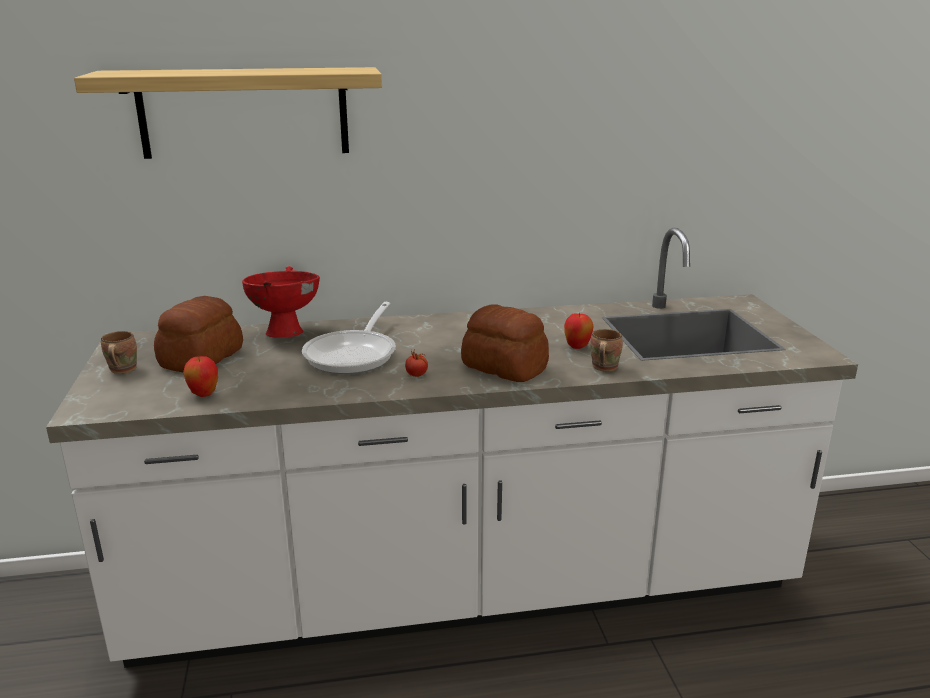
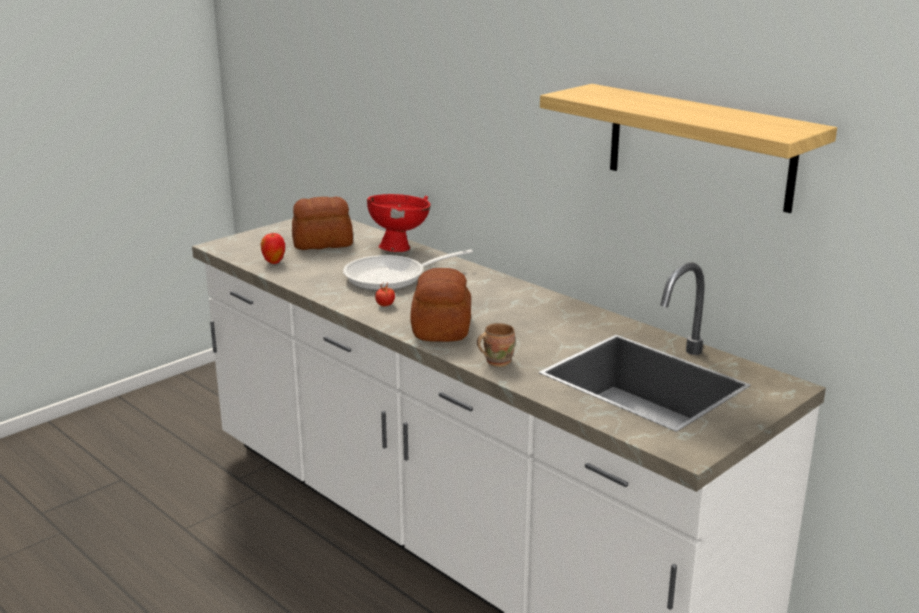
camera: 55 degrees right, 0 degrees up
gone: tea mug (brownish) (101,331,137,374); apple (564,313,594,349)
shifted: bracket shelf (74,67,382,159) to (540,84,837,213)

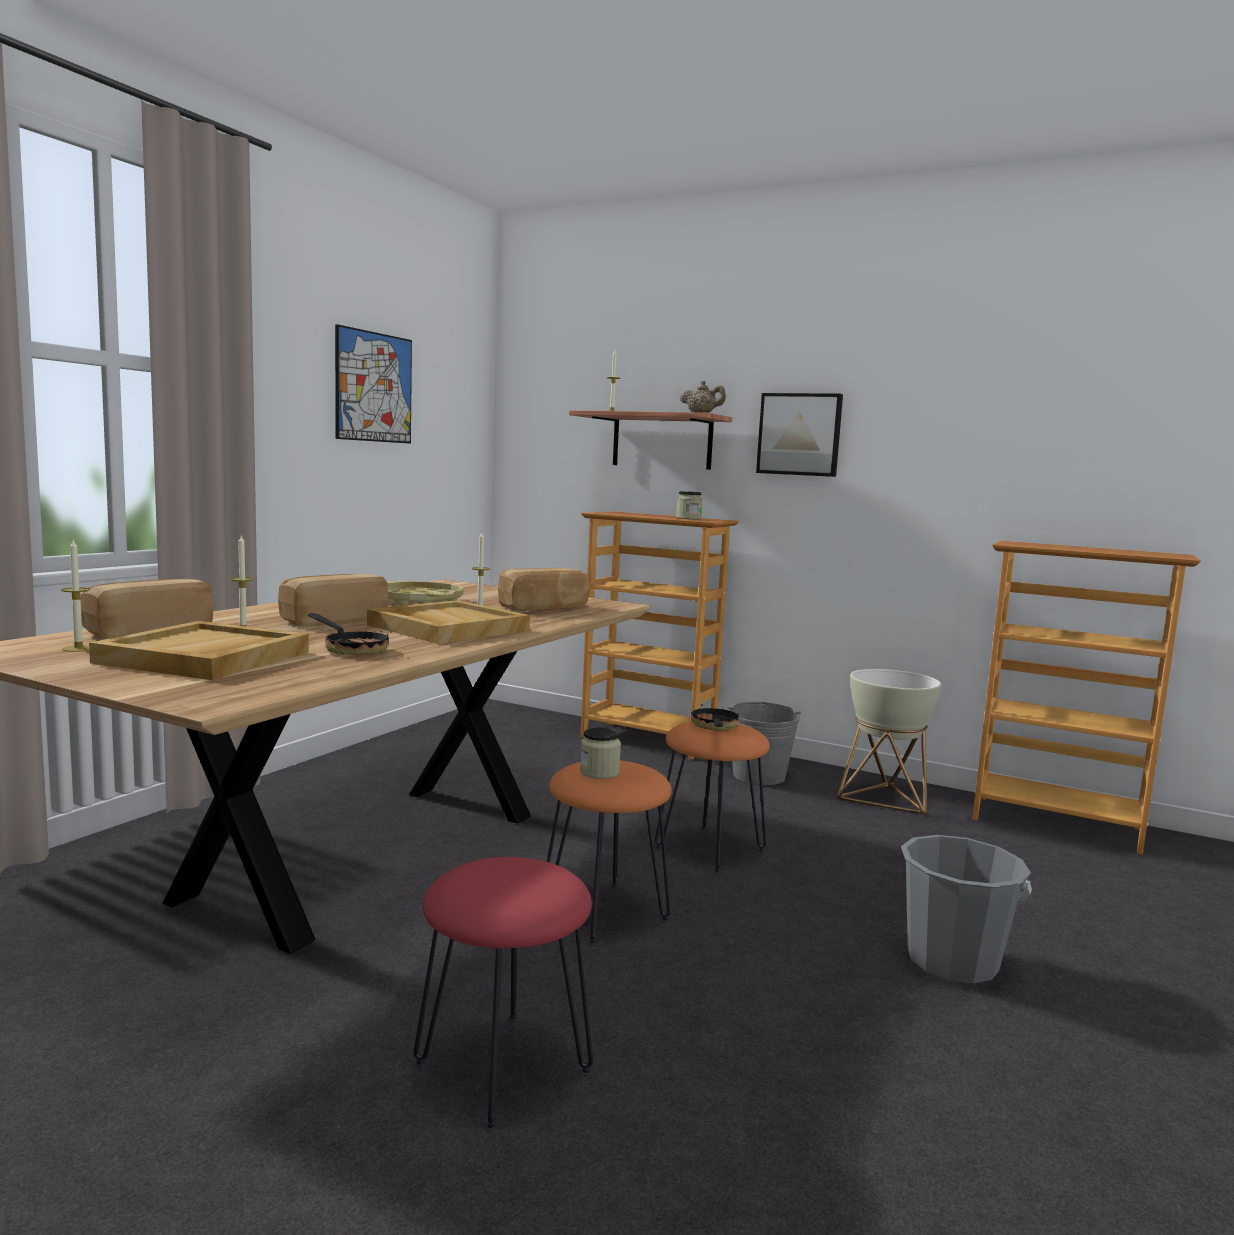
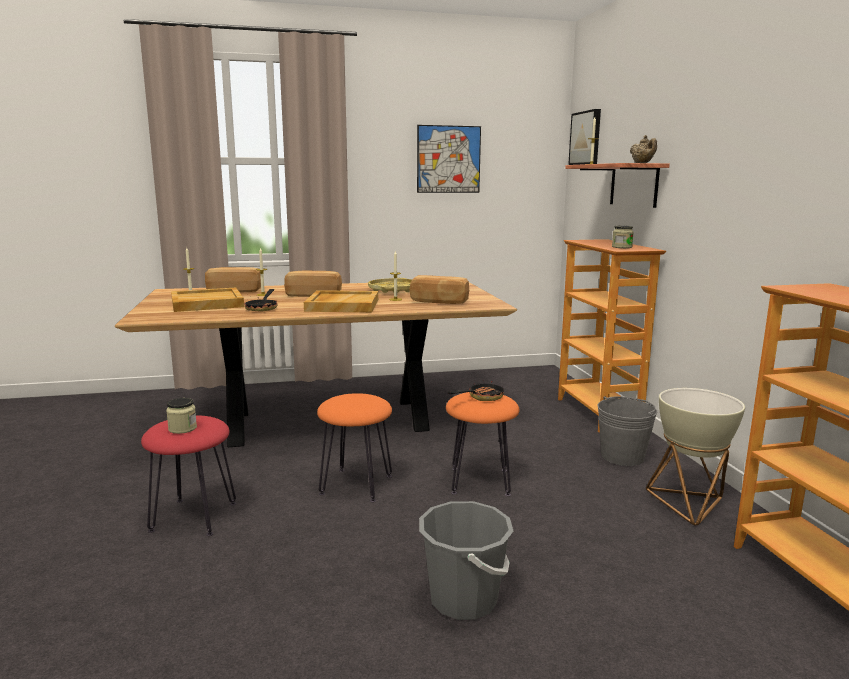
camera: 50 degrees right, 5 degrees up
shifted: storage jar (580,727,621,779) to (166,398,197,434); wall art (756,393,843,477) to (568,109,601,165)

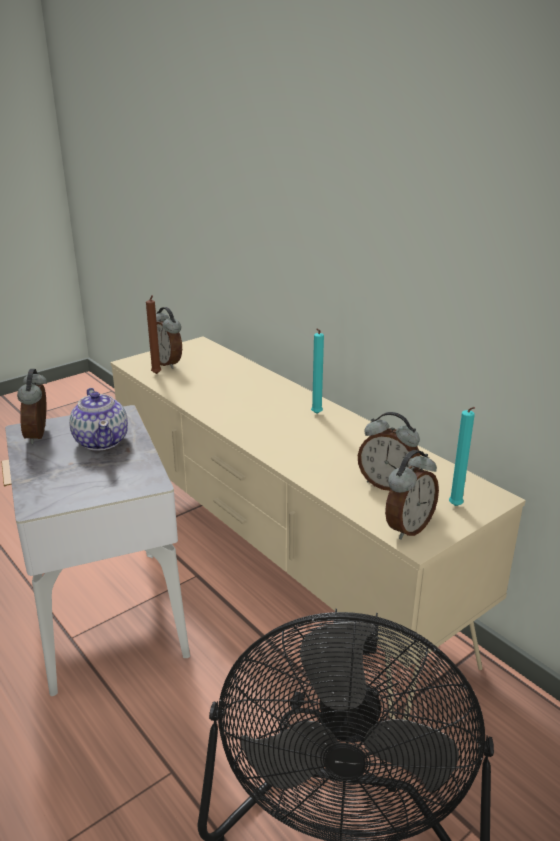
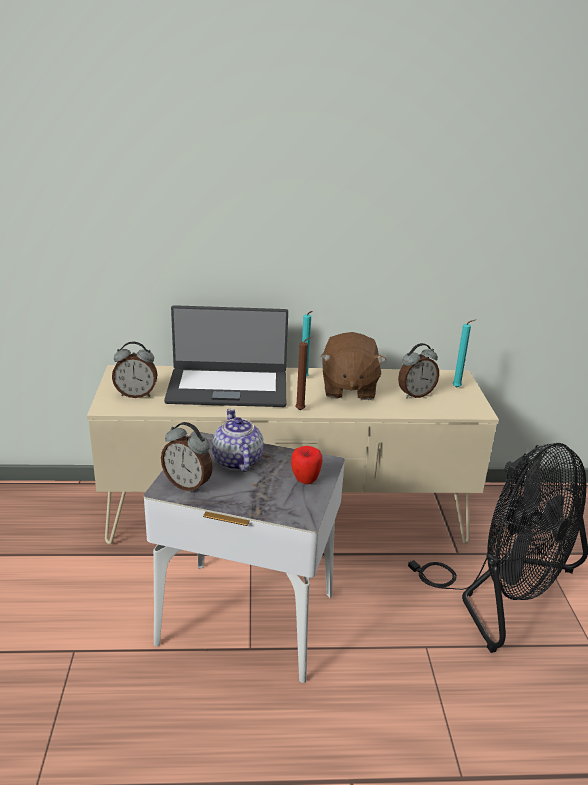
camera: 55 degrees left, 0 degrees up
gone: bedside clock (385,450,439,540)
new: notebook computer (164,305,288,407); apple (291,446,322,484); plush toy (brownish) (321,332,386,400)
shifted: candle (brownish) (146,295,162,374) to (295,337,313,410)
rotated: tea pot (69,388,128,451) = (212,409,264,472) 120 degrees counterclockwise

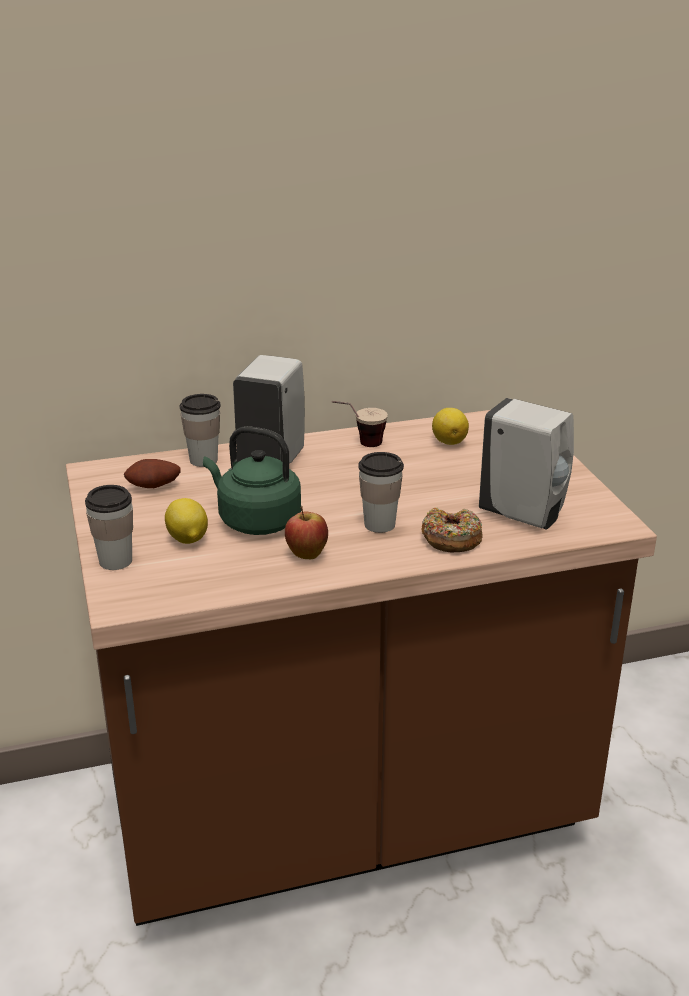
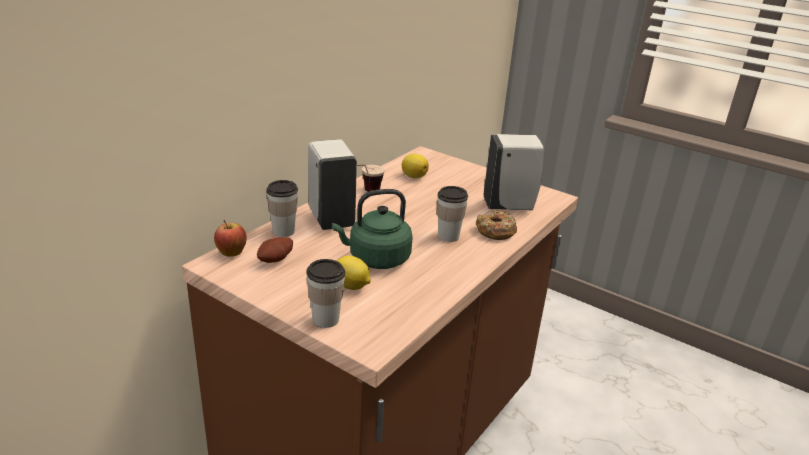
camera: 40 degrees left, 0 degrees up
shifted: apple (285,506,328,559) to (214,220,247,257)

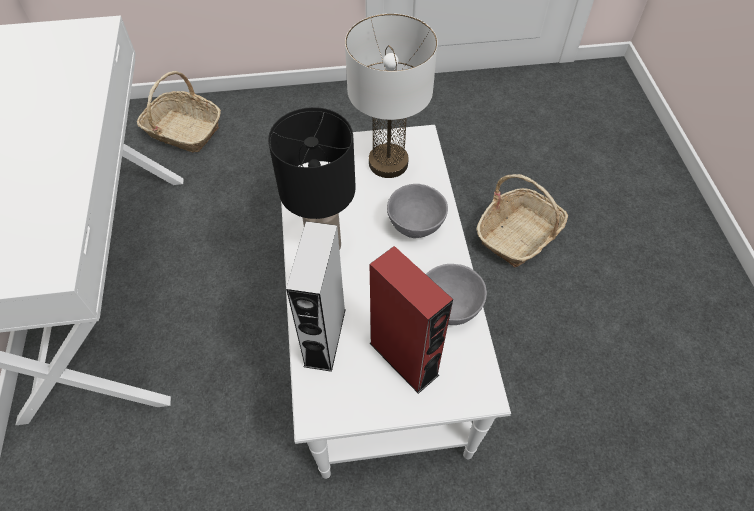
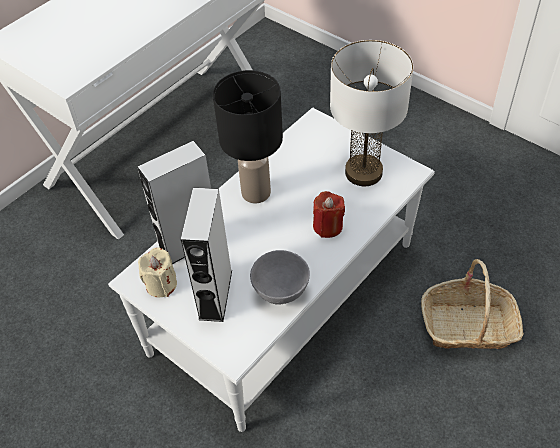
camera: 50 degrees right, 5 degrees down
gone: household basket (137,71,221,152)
new: candle (beige) (138,247,177,297)
swapped: bowl (greyish) (387,184,448,238) to candle (reddish) (313,191,345,238)
repainted: audio speaker (reddish) (369,246,453,394) to audio speaker (greyish) (181,188,232,322)

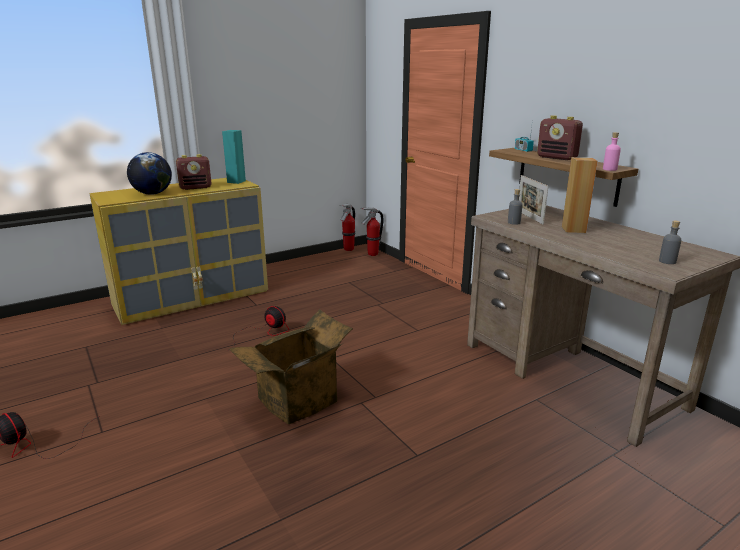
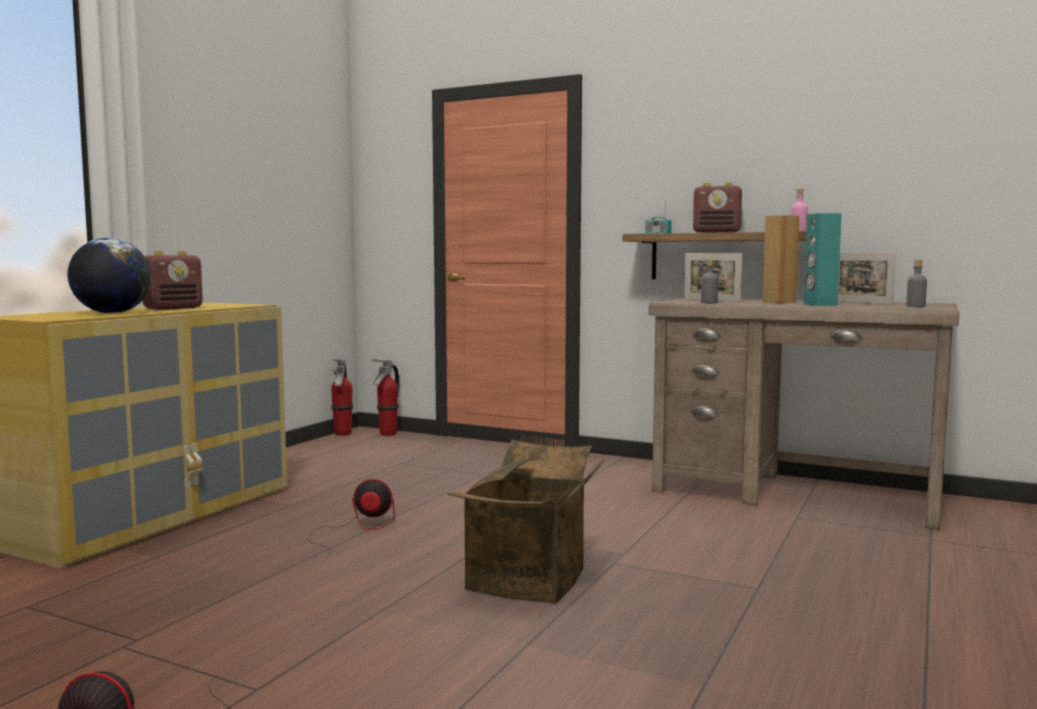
camera: 30 degrees left, 15 degrees down
new: photo frame (838,253,896,305)
shifted: audio speaker (blue-green) (222,130,246,184) to (804,213,842,306)

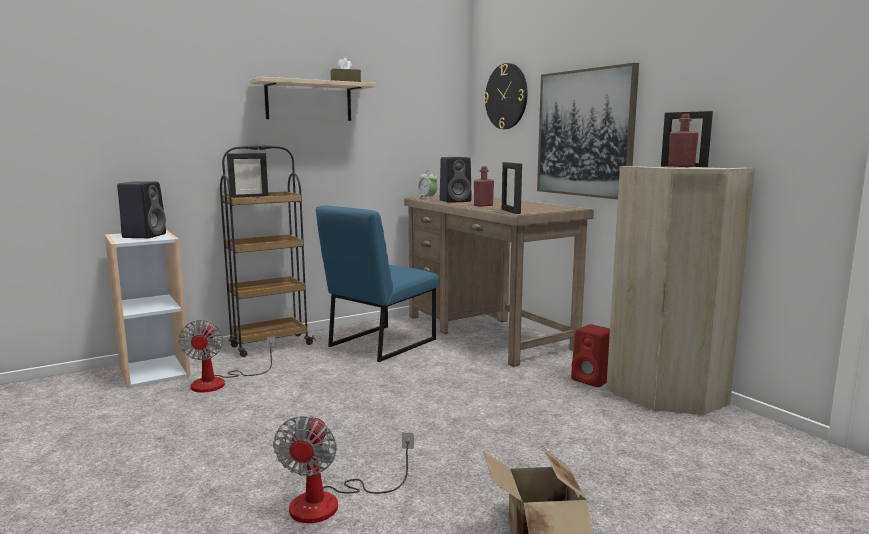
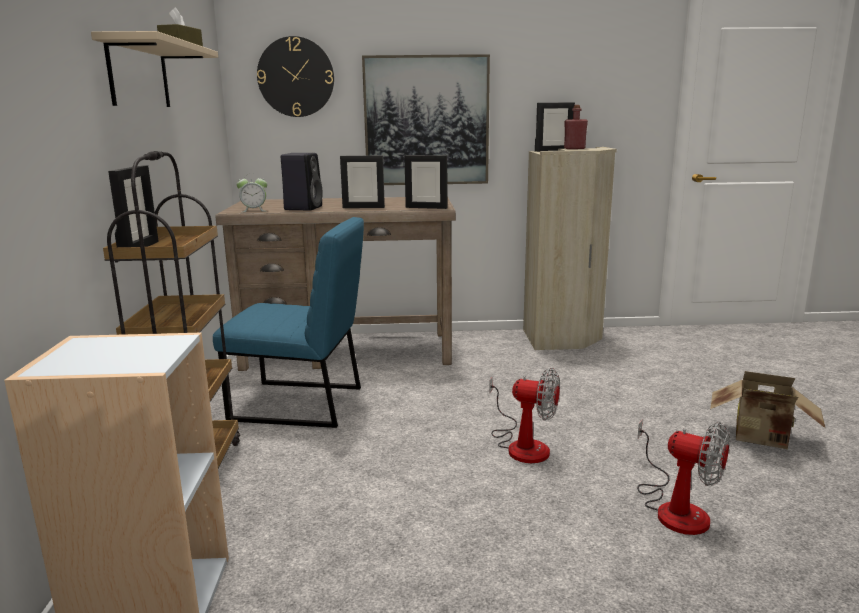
camera: 60 degrees left, 5 degrees up
gone: audio speaker (black-coloured) (117,181,166,238); audio speaker (reddish) (571,324,610,387)
shifted: fan (179,320,275,393) to (489,368,560,463)
swapped: bottle (reddish) (474,166,494,207) to photo frame (340,155,385,208)
rotated: plain chair (blue-coloured) (316,206,439,362) = (213,217,364,428) 60 degrees counterclockwise

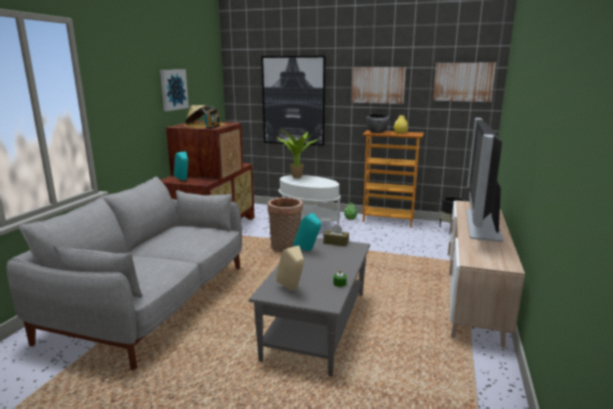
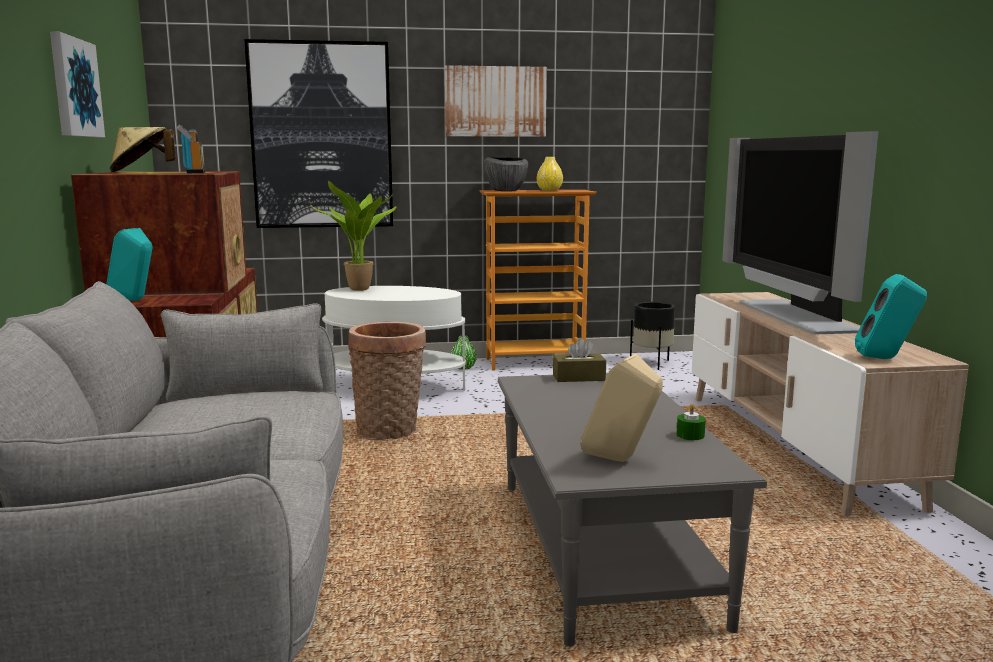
camera: 25 degrees left, 5 degrees down
gone: wall art (433,63,496,102)
shifted: audio speaker (blue-green) (293,213,322,251) to (855,274,927,359)

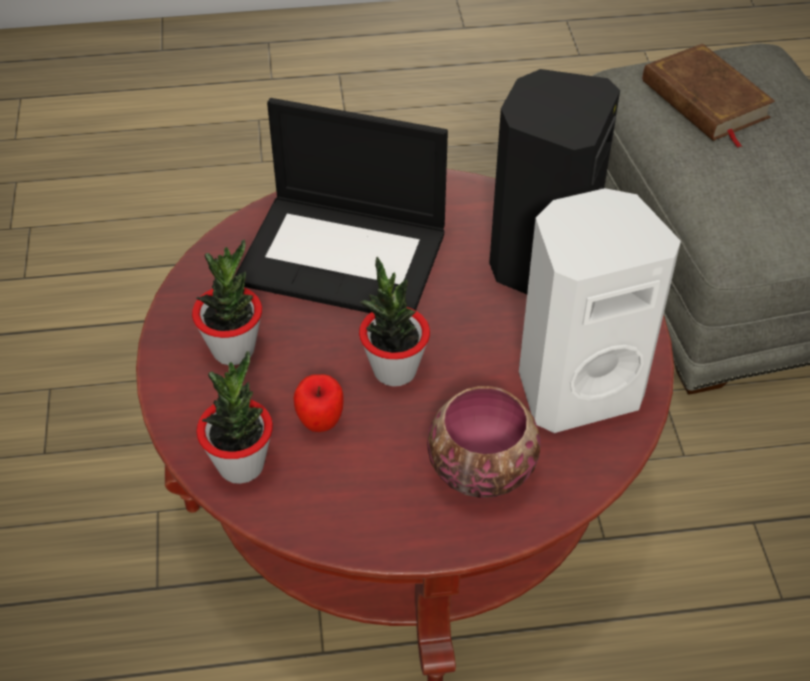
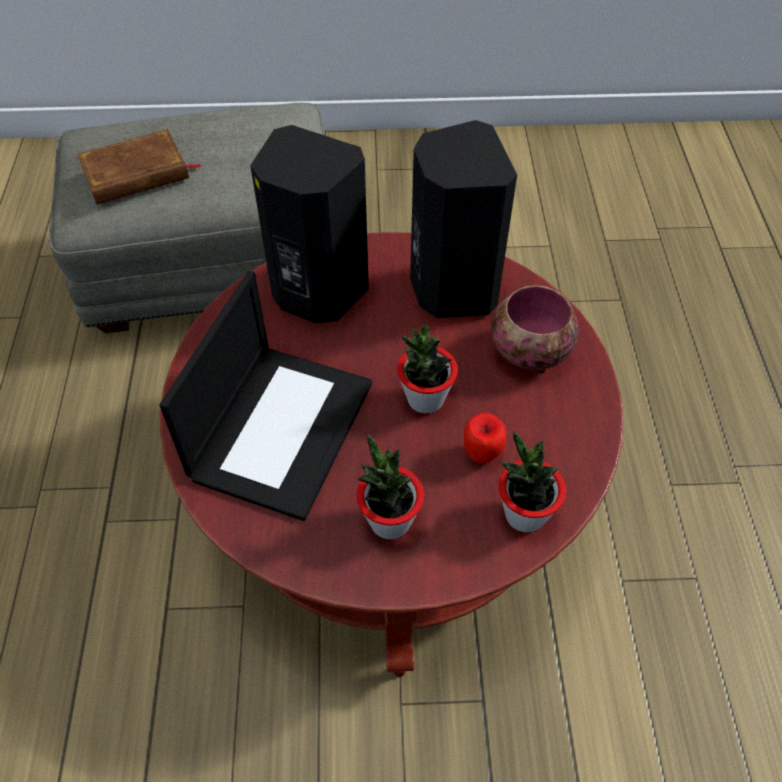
camera: 85 degrees left, 5 degrees up
repainted: audio speaker (white-coloured) (519,188,681,433) to audio speaker (black-coloured) (410,120,517,318)

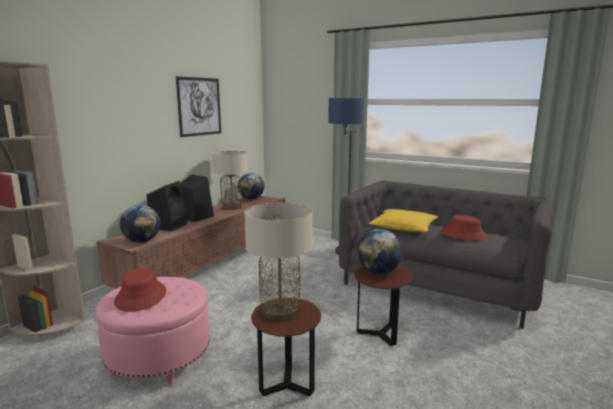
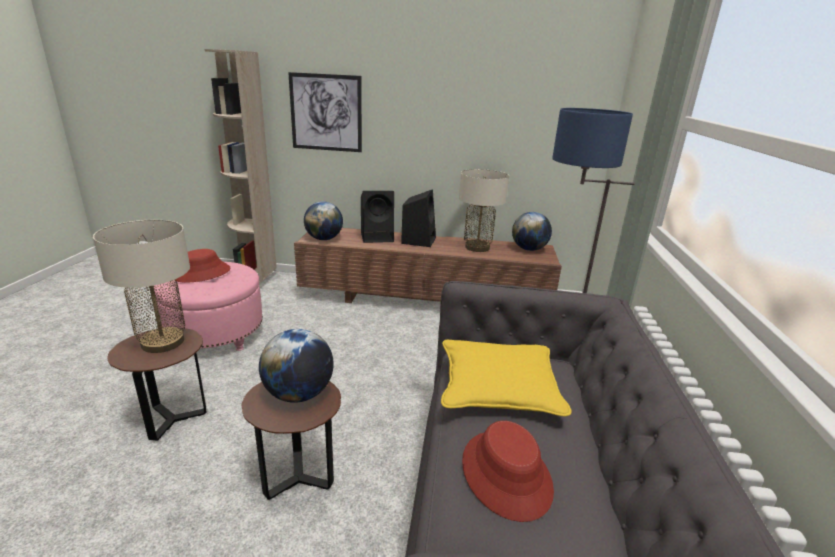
camera: 65 degrees right, 10 degrees up
shifted: wall art (176,76,221,137) to (288,72,362,152)

